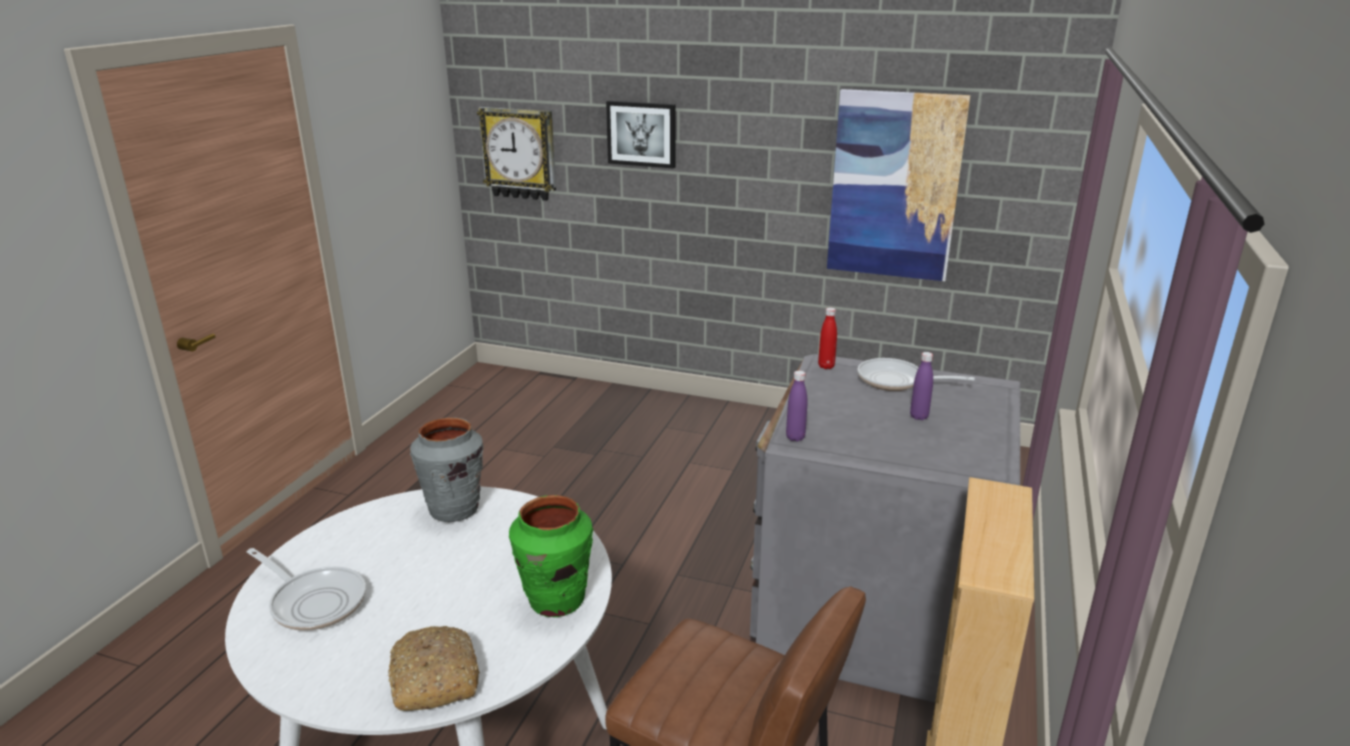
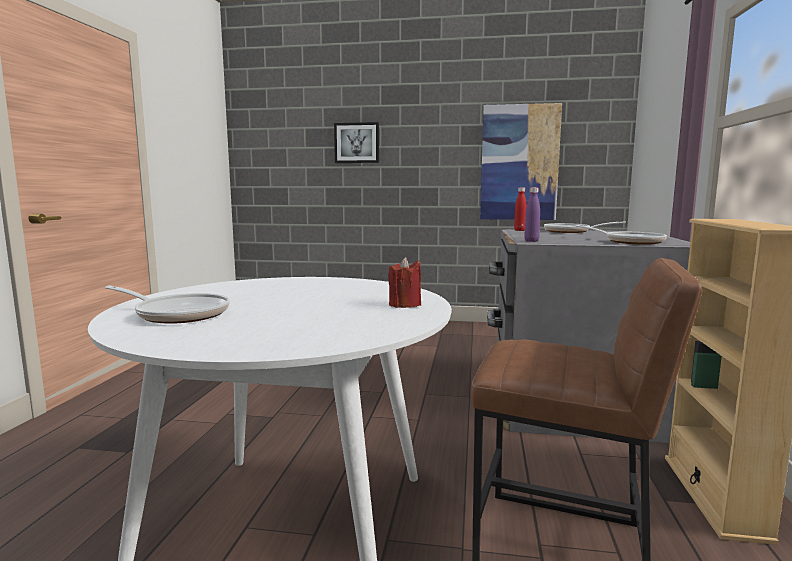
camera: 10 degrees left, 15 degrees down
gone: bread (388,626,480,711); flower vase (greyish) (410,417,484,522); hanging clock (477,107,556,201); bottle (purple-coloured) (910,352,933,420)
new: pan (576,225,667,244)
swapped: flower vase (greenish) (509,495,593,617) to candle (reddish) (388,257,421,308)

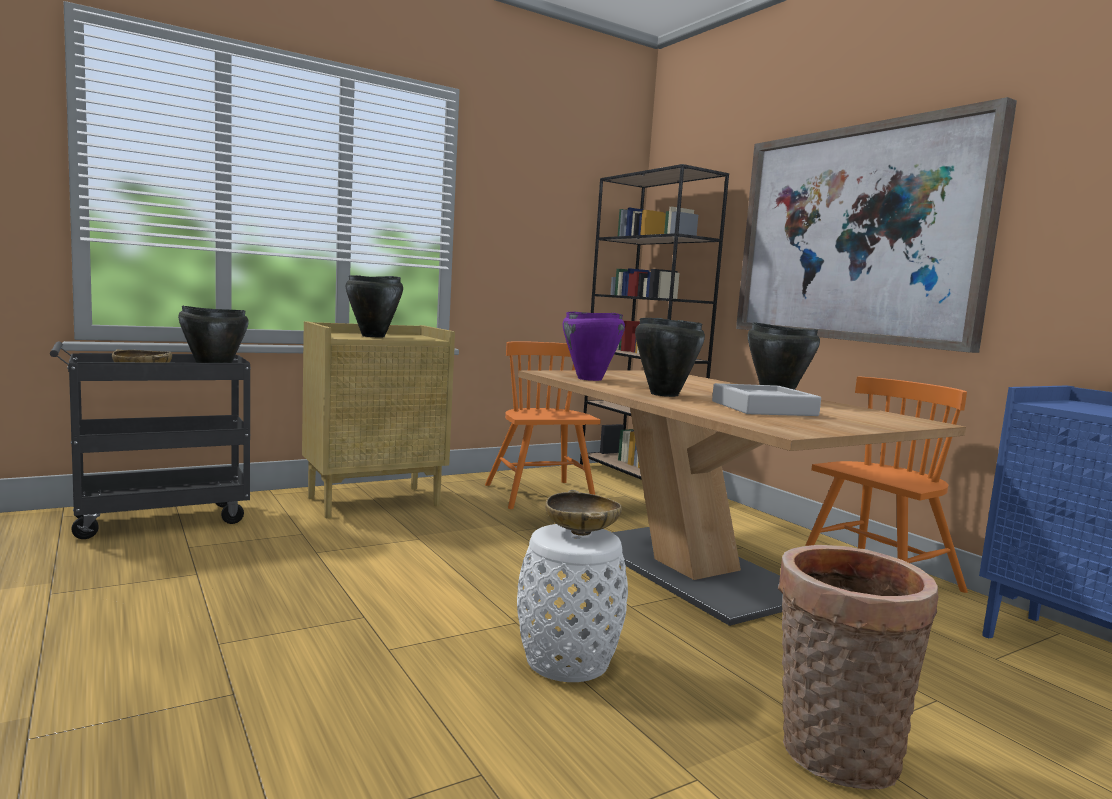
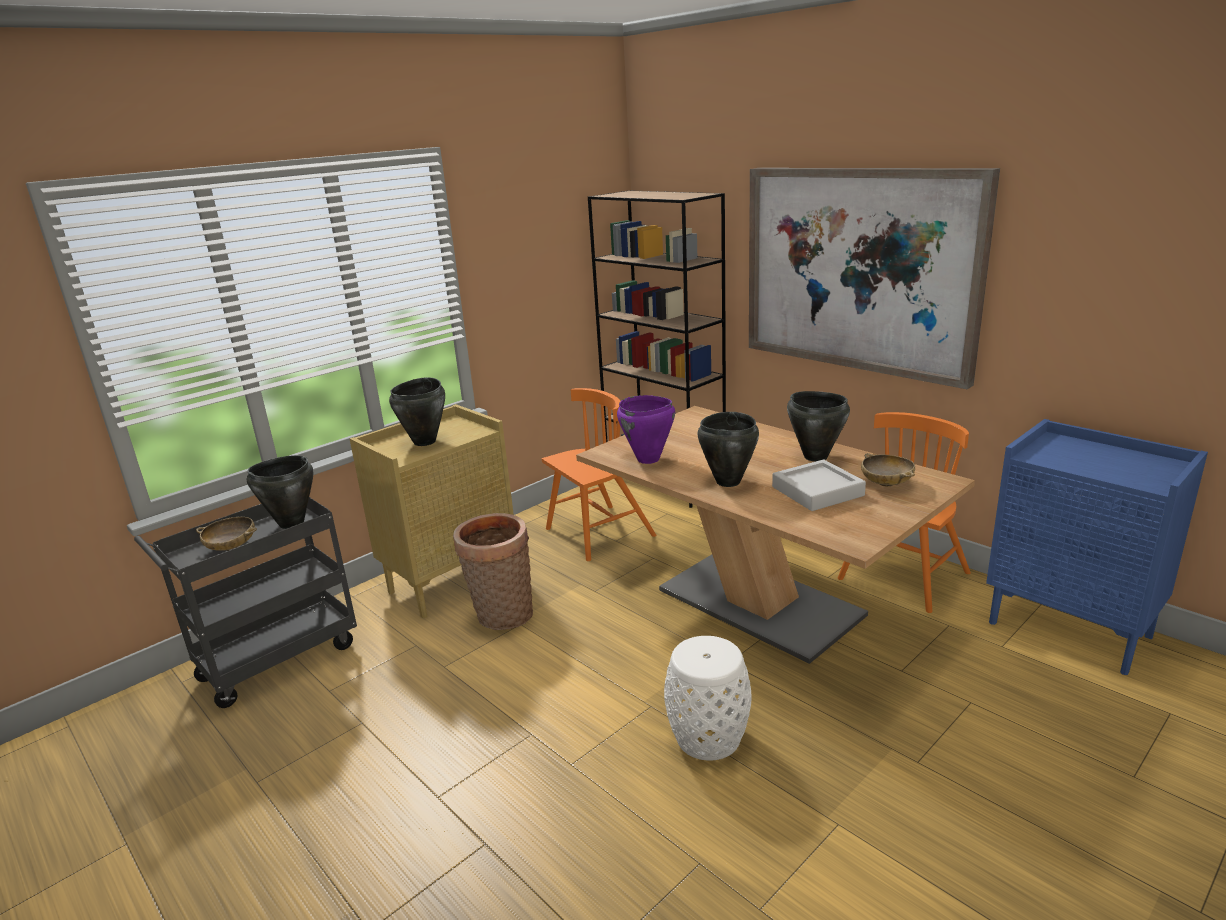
camera: 10 degrees left, 15 degrees up
shifted: bowl (beige) (545,490,622,536) to (861,453,915,487); household basket (778,545,938,790) to (453,513,533,630)
rotated: plain chair (orangey) (485,341,601,509) = (542,388,656,561) 90 degrees clockwise

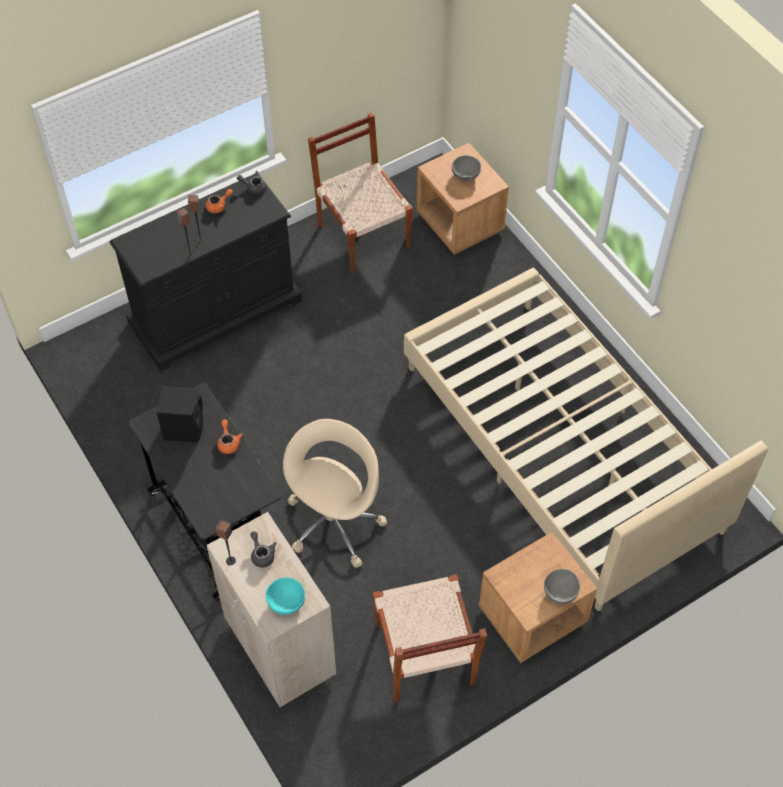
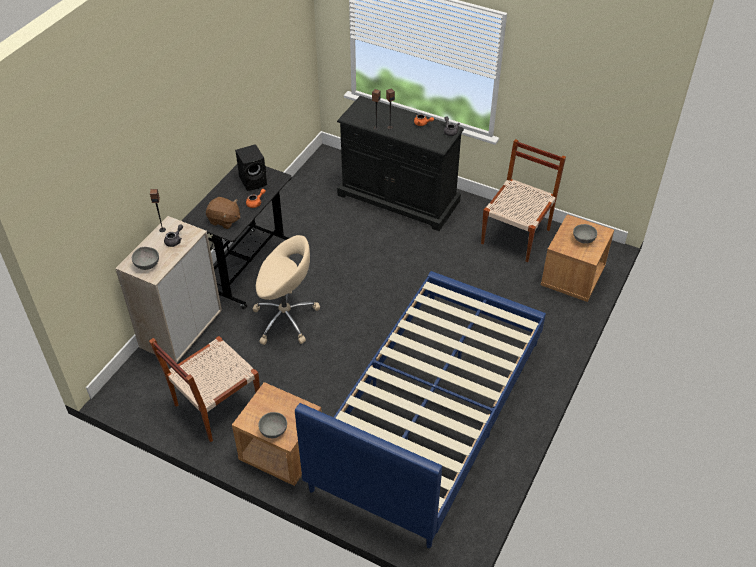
camera: 60 degrees right, 10 degrees down
new: plush toy (brownish) (206,197,241,229)
repainted: bowl (blue-green) (266,577,305,615) to bowl (greyish) (132,247,159,270); bedroom bed (beige) (404,268,768,611) to bedroom bed (blue-coloured) (295,271,546,548)

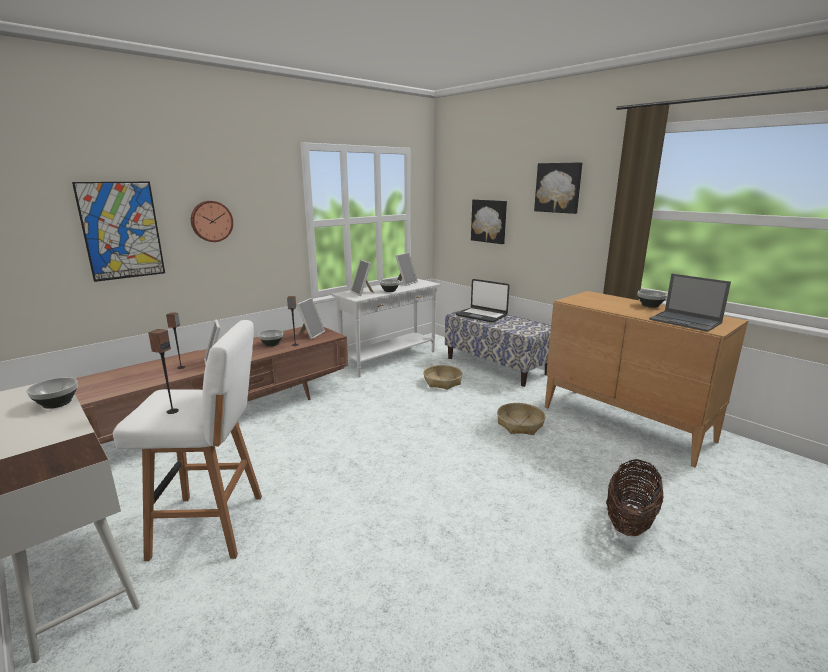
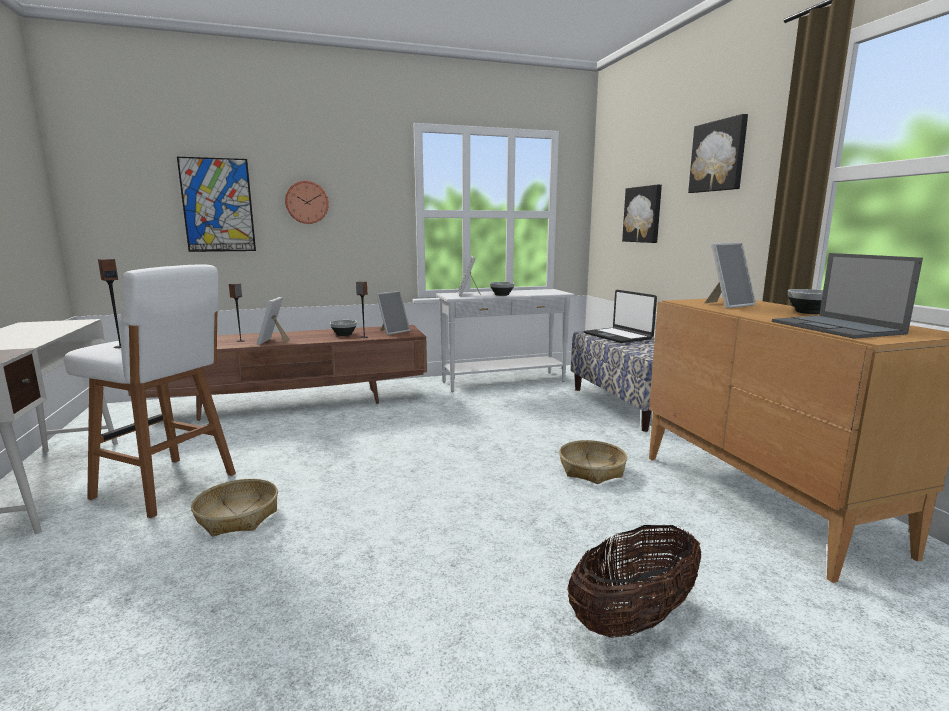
camera: 25 degrees right, 5 degrees down
gone: bowl (26,377,78,409)
shifted: photo frame (395,252,418,286) to (705,243,756,309); household basket (423,365,463,390) to (191,479,278,536)

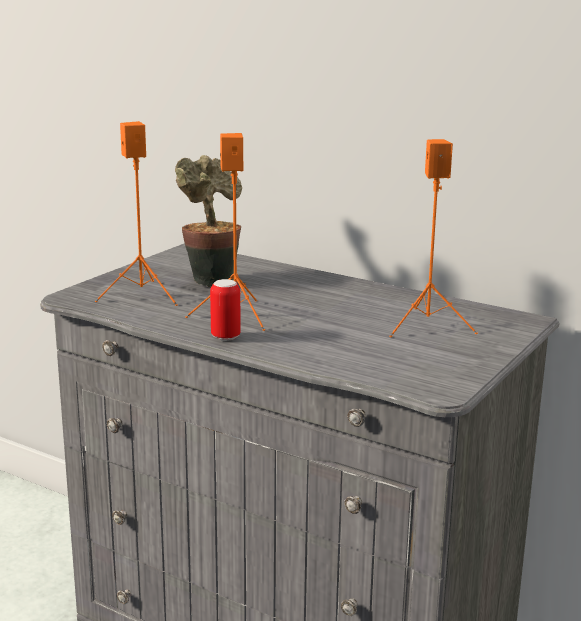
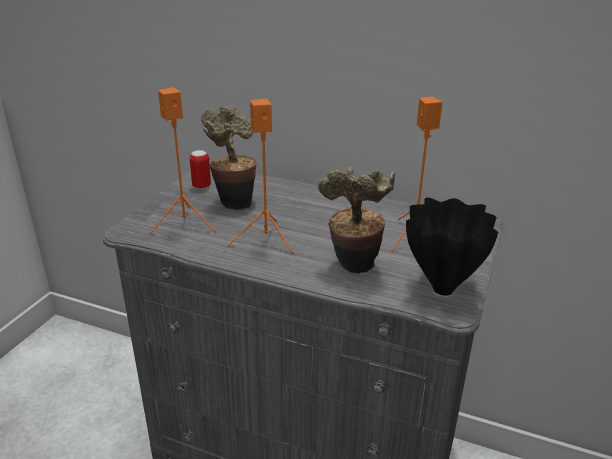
camera: 10 degrees left, 10 degrees up
new: houseplant (318,167,395,273); flower vase (black-coloured) (406,197,498,296)
shifted: can (210,279,241,341) to (190,150,211,190)

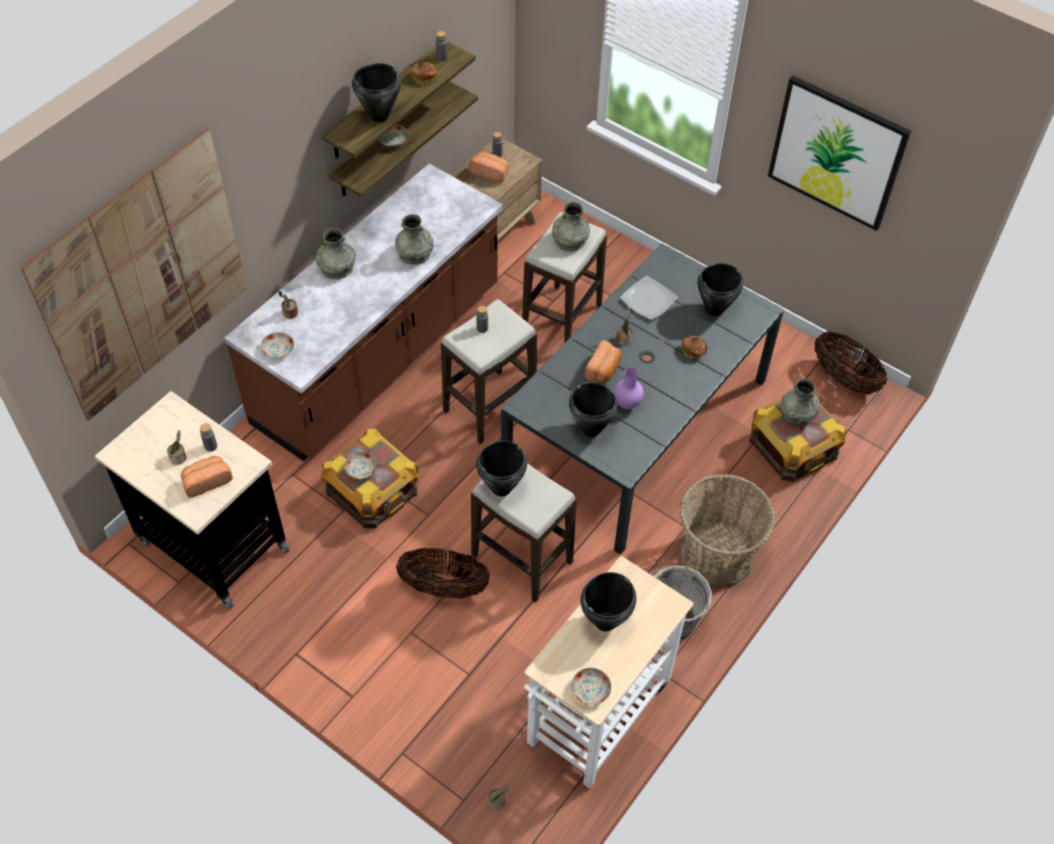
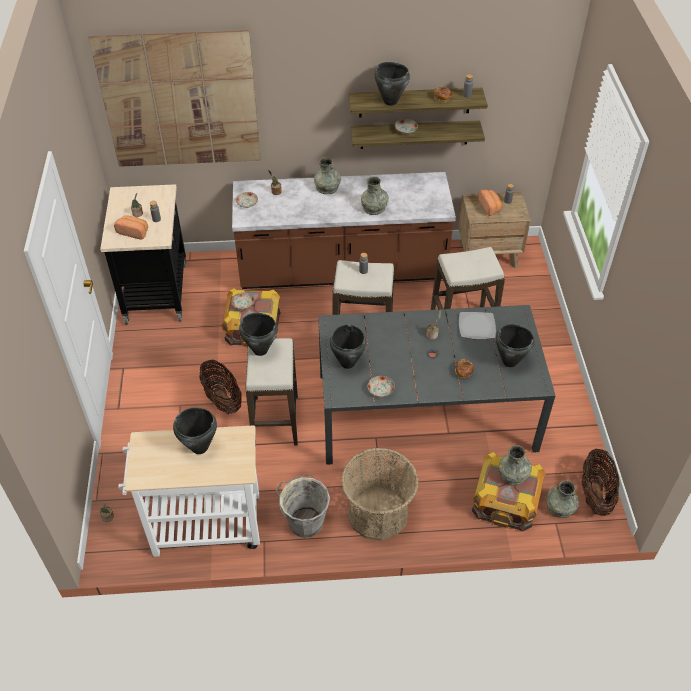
camera: 50 degrees right, 5 degrees down
gone: bread (585,340,621,383); flower vase (purple-coloured) (614,367,644,409); wall art (768,75,911,231)
shifted: flower vase (greyish) (552,202,590,251) to (546,481,579,518); dinner plate (571,668,611,705) to (368,376,395,397)

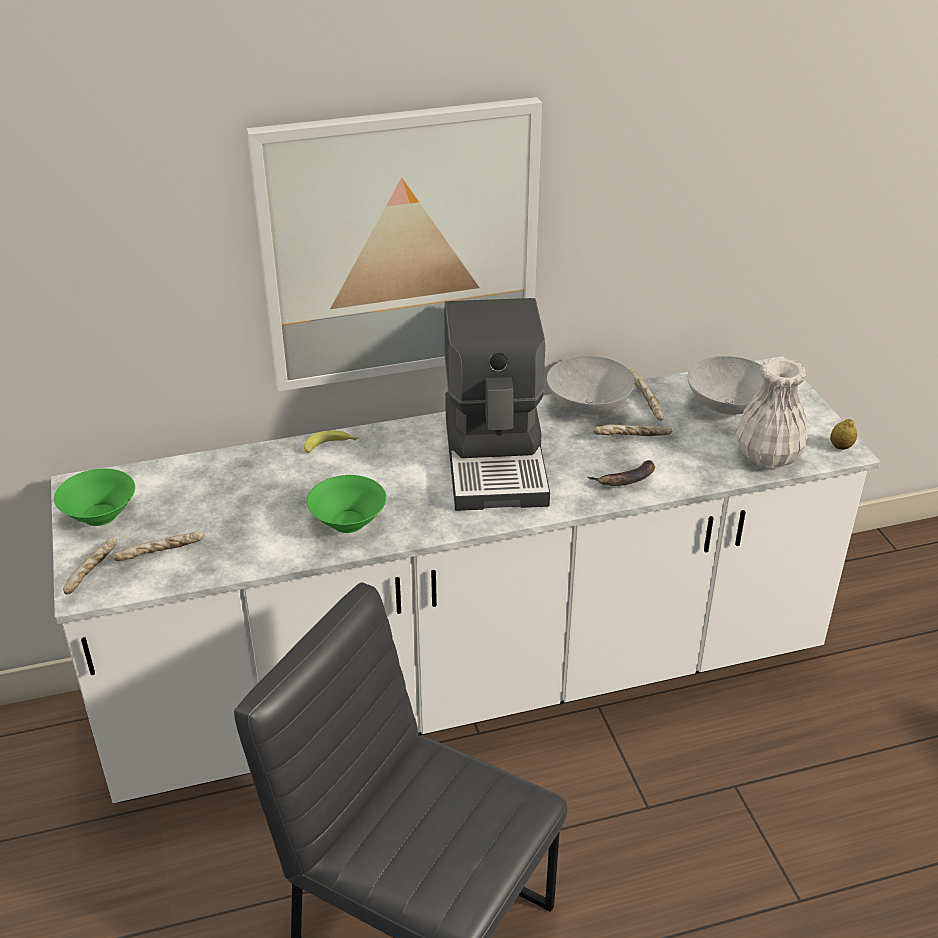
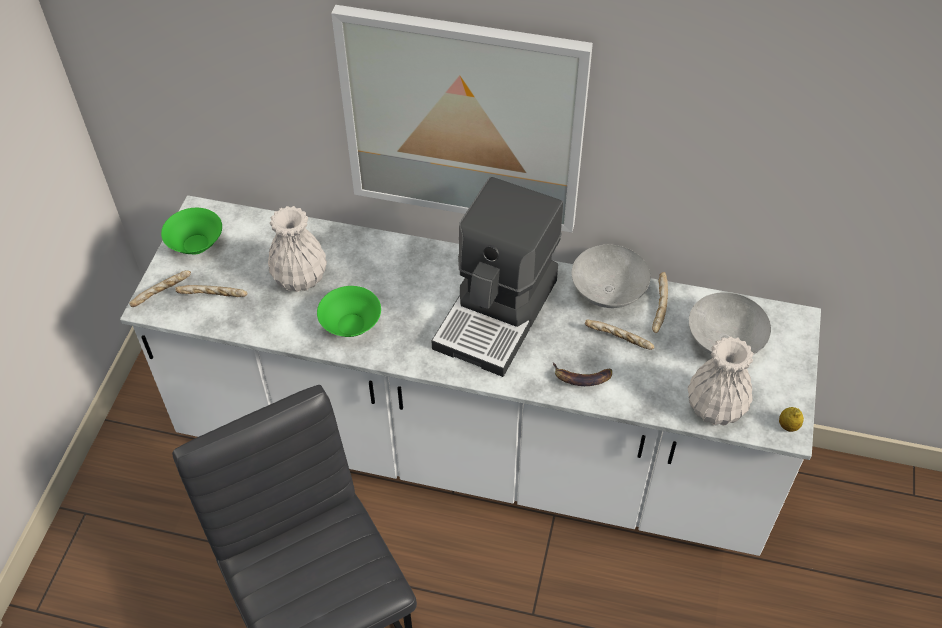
camera: 30 degrees right, 15 degrees up
gone: banana fruit (304,431,359,453)
new: flower vase (white-coloured) (268,206,327,292)

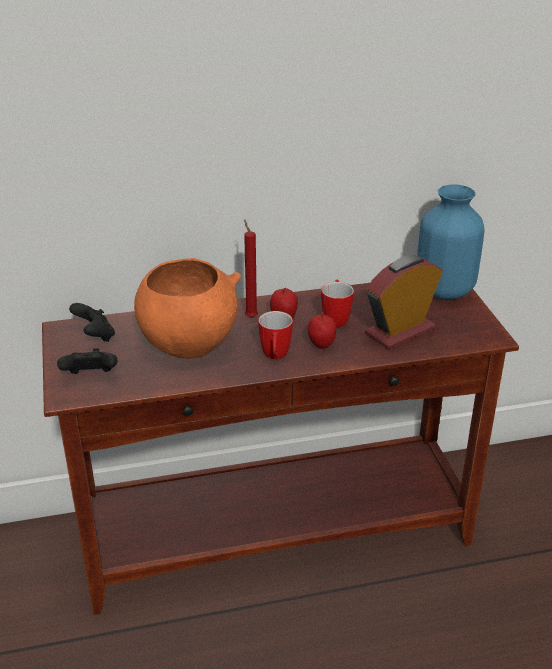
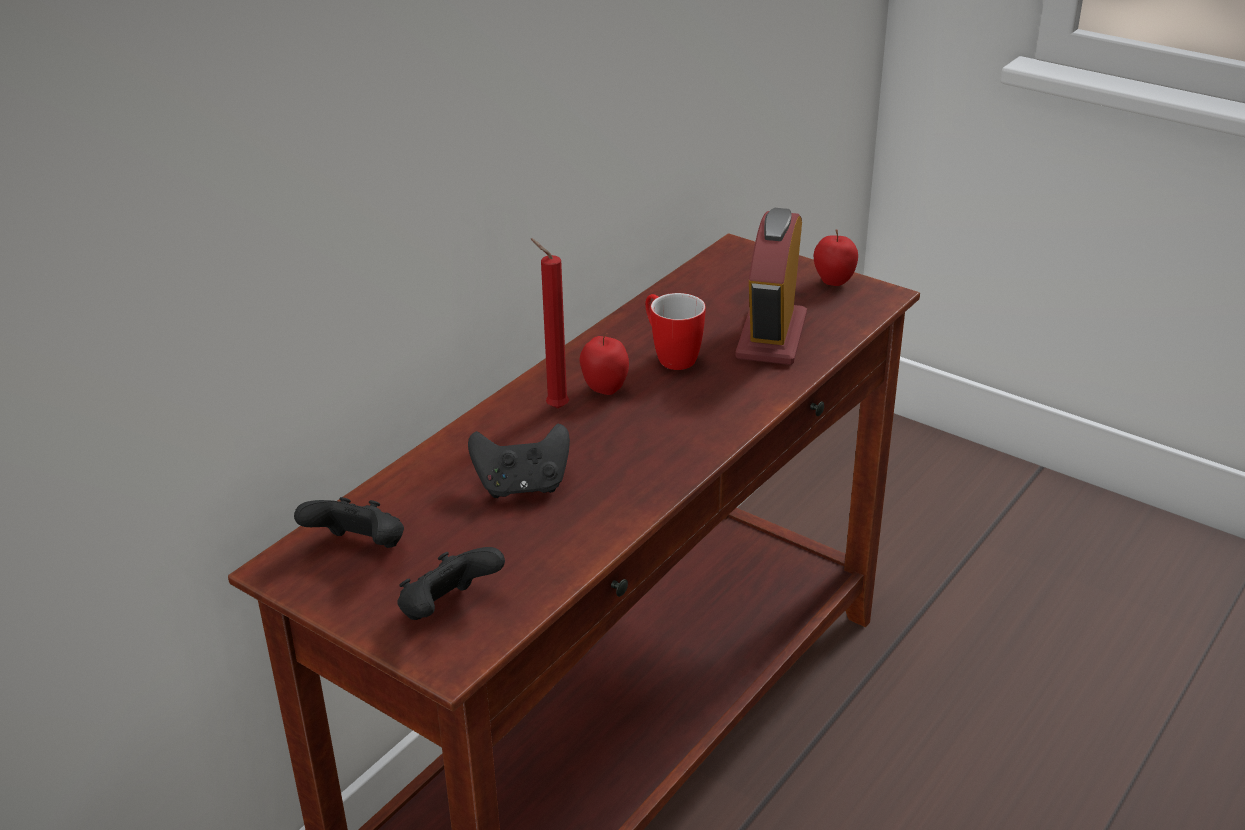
camera: 40 degrees left, 0 degrees up
gone: tea mug (258,311,293,359); flower vase (blue-coloured) (417,184,484,299)
shifted: apple (308,312,336,349) to (814,229,858,286)
swapped: bowl (orangey) (134,258,241,359) to gamepad (black-coloured) (468,424,570,498)

